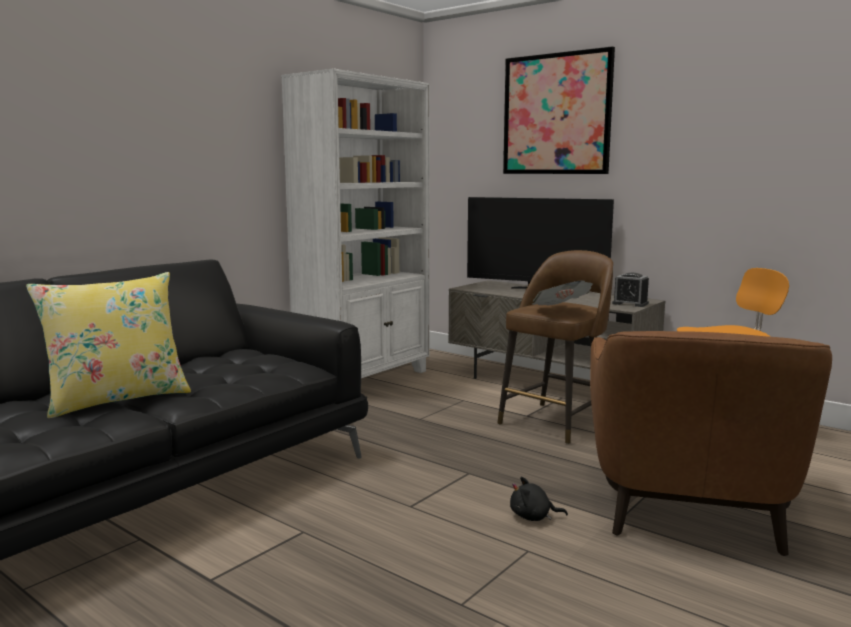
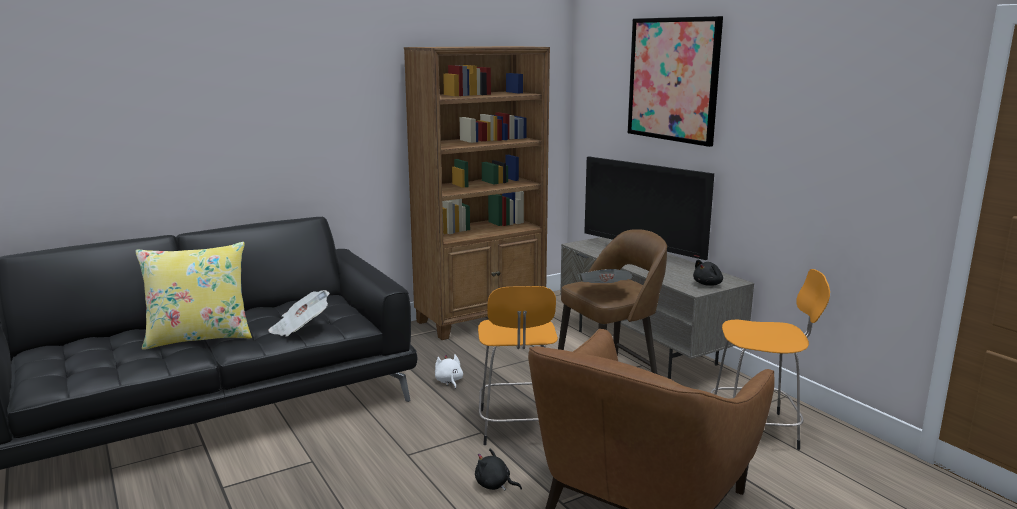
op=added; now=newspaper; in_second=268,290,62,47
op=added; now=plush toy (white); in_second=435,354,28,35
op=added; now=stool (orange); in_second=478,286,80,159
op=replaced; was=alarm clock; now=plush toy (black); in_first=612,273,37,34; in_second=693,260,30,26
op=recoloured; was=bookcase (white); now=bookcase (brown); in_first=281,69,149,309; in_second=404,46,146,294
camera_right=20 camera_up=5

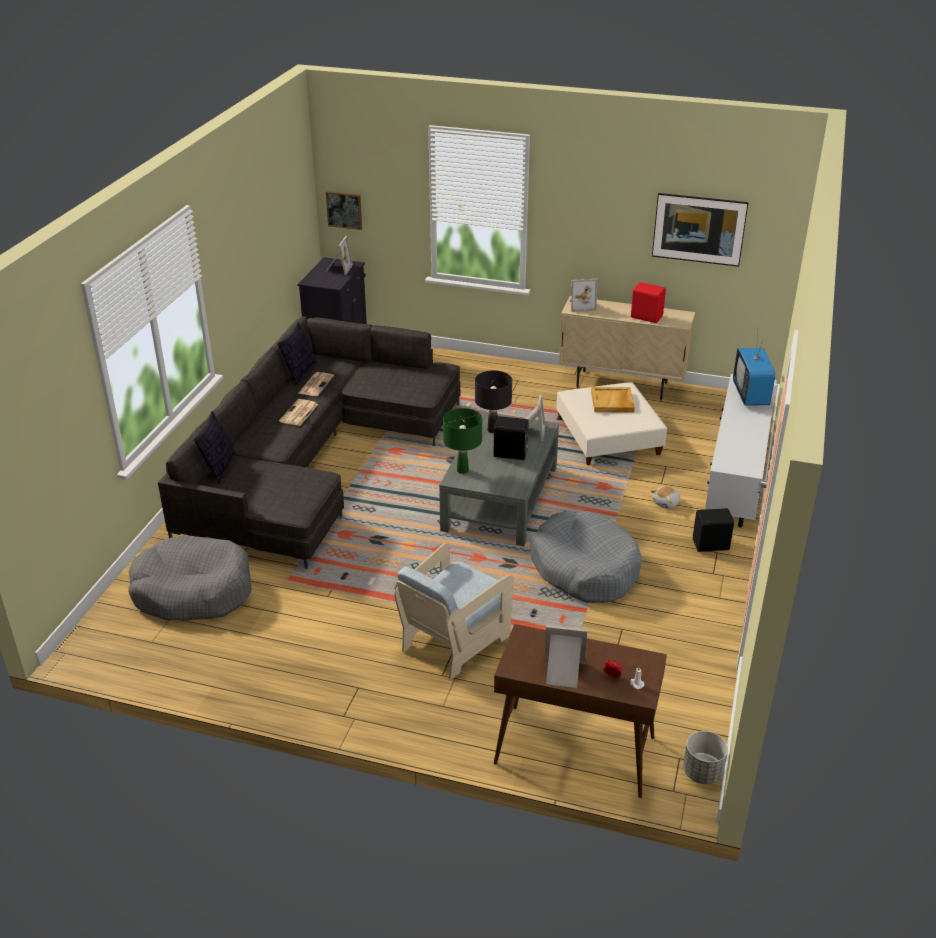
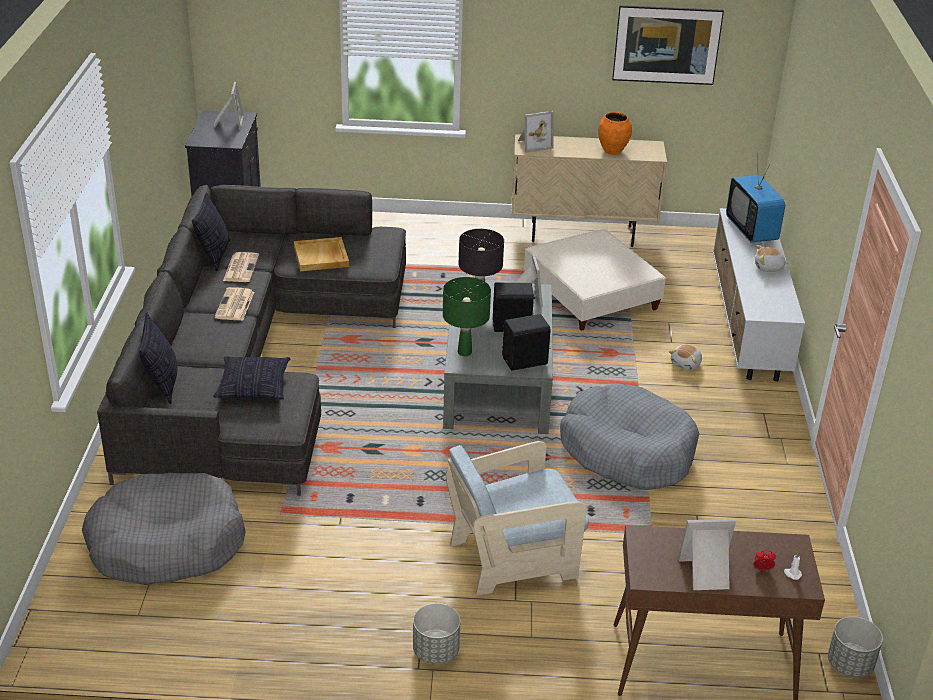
op=removed; was=picture; in_first=326,191,36,39
op=added; now=pillow; in_second=213,356,77,43
op=added; now=planter (grey); in_second=413,603,47,61
op=added; now=plush toy; in_second=755,245,34,27
op=moved; was=tray (beige); in_first=591,387,44,25; in_second=294,237,55,34
op=moved; was=speaker (black); in_first=693,508,41,44; in_second=502,314,49,57
op=replaced; was=speaker (red); now=vase (orange); in_first=631,282,35,41; in_second=598,112,34,43
op=turned; was=armchair (beige); in_first=394,543,120,137; in_second=445,441,144,155; clockwise=45
camera_right=-15 camera_up=0

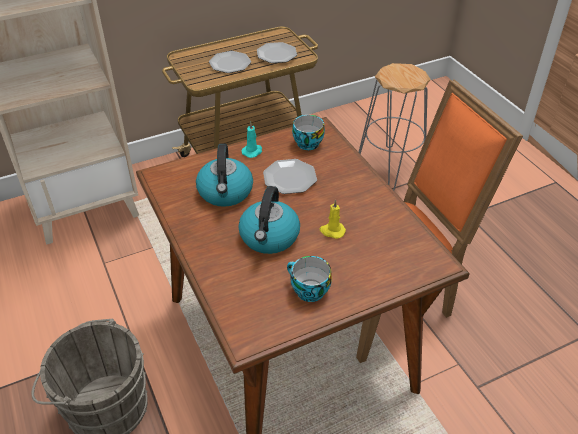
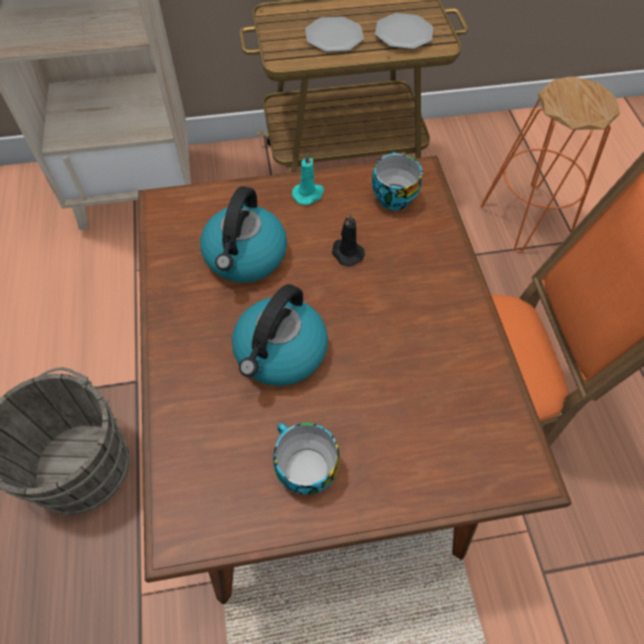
op=removed; was=candle (yellow); in_first=319,200,27,39
op=replaced; was=plate; now=candle (black); in_first=263,159,54,35; in_second=332,213,33,53
op=recoloured; was=stool (grey); now=stool (orange); in_first=359,63,72,127; in_second=481,76,139,177
camera_right=15 camera_up=15

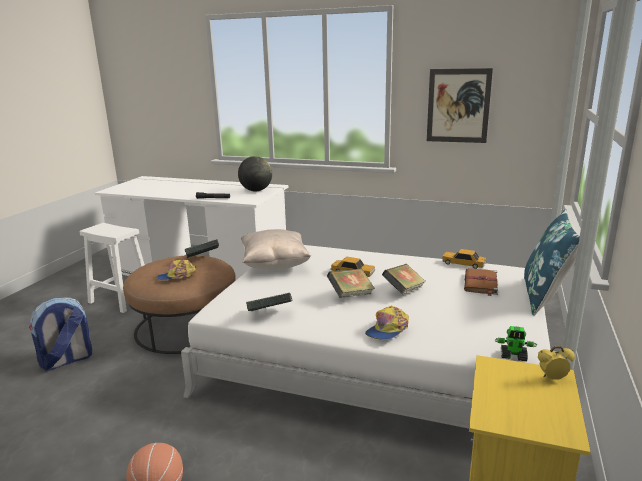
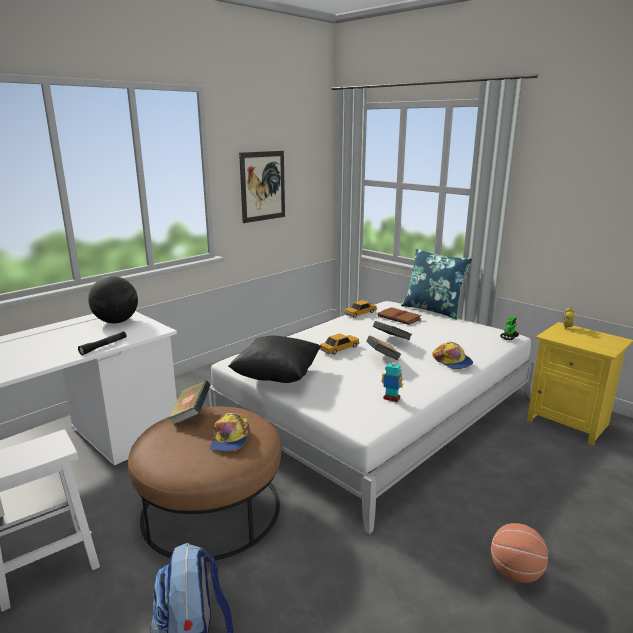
op=replaced; was=book; now=toy robot; in_first=246,293,47,18; in_second=381,360,22,42
op=recoloured; was=pillow (beige); now=pillow (black); in_first=241,229,70,41; in_second=228,336,93,47
camera_right=-65 camera_up=0

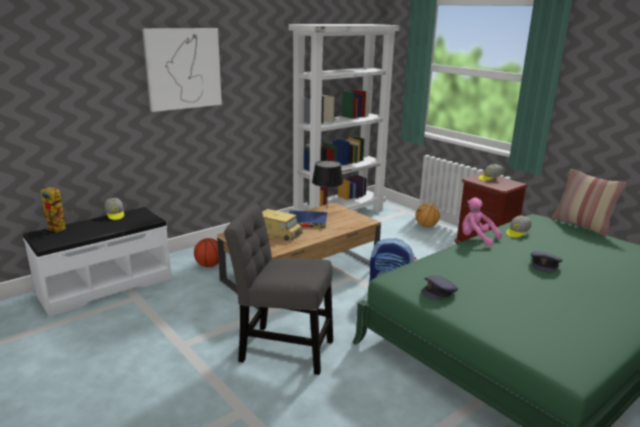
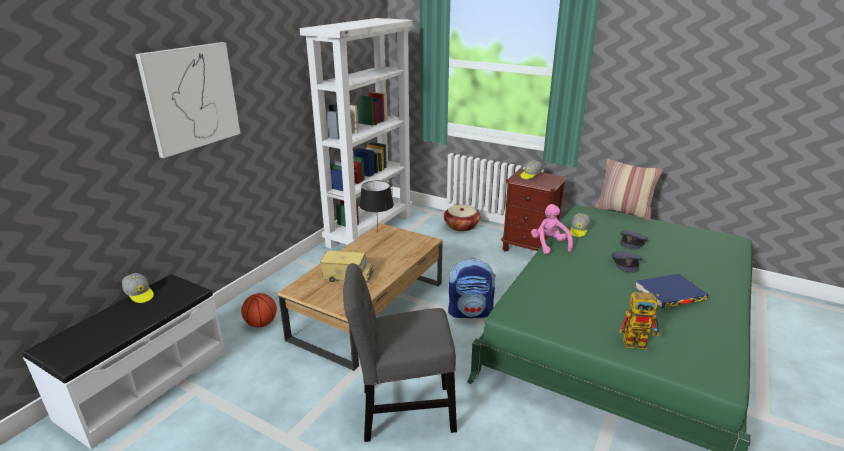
op=moved; was=toy robot; in_first=41,187,32,46; in_second=619,292,40,57
op=moved; was=book (blue); in_first=288,211,40,17; in_second=636,274,72,34
op=moved; was=cap (grey); in_first=421,275,37,25; in_second=620,230,28,20
op=replaced; was=basketball; now=basket; in_first=415,203,25,24; in_second=444,204,36,27
op=turned; was=plush toy (pink); in_first=462,198,40,49; in_second=531,204,42,50; clockwise=60
camera_right=-20 camera_up=5

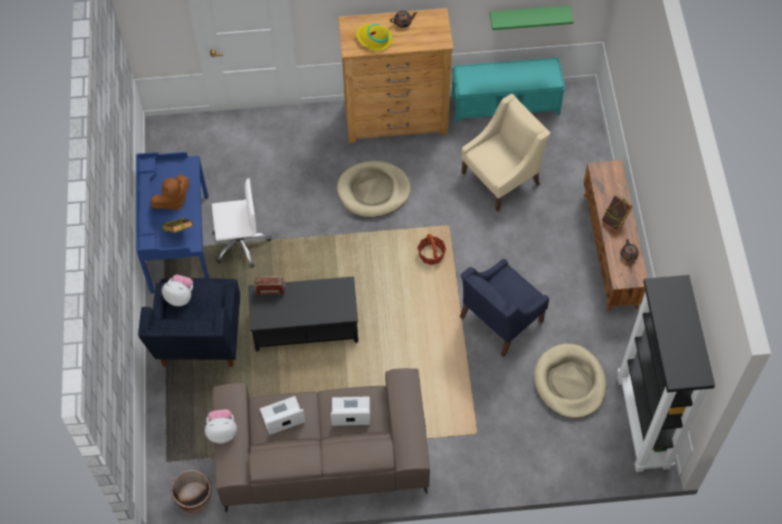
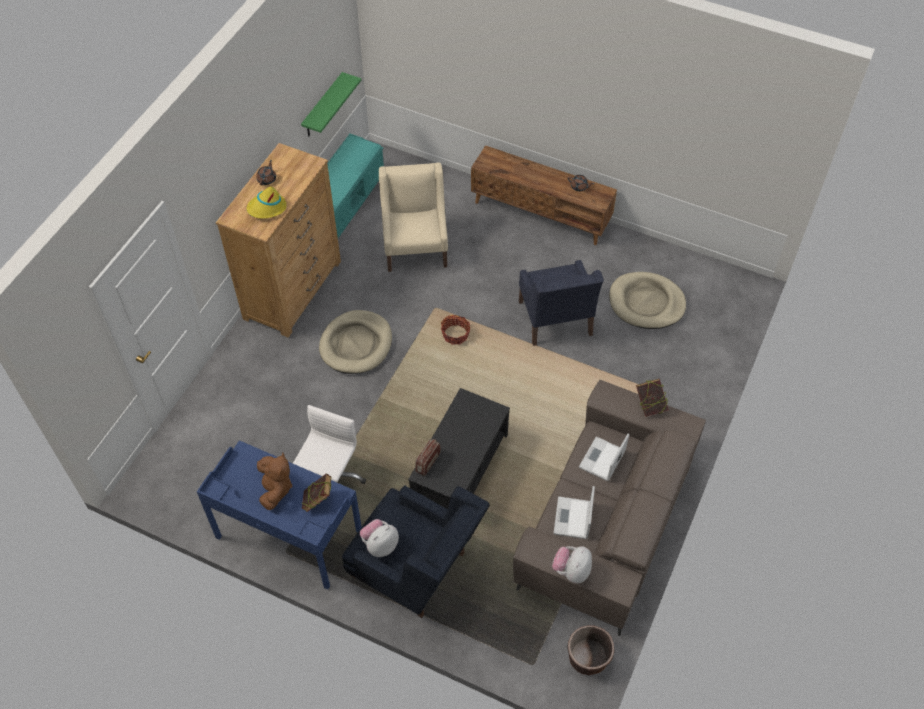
op=removed; was=bookcase (black); in_first=617,275,98,197
op=moved; was=book; in_first=601,196,32,35; in_second=636,379,33,38
camera_right=-60 camera_up=-5

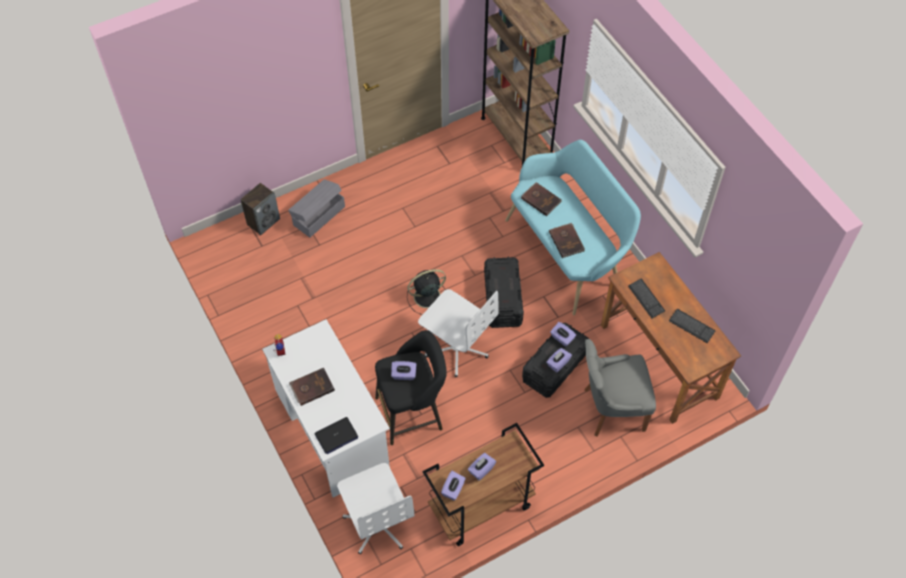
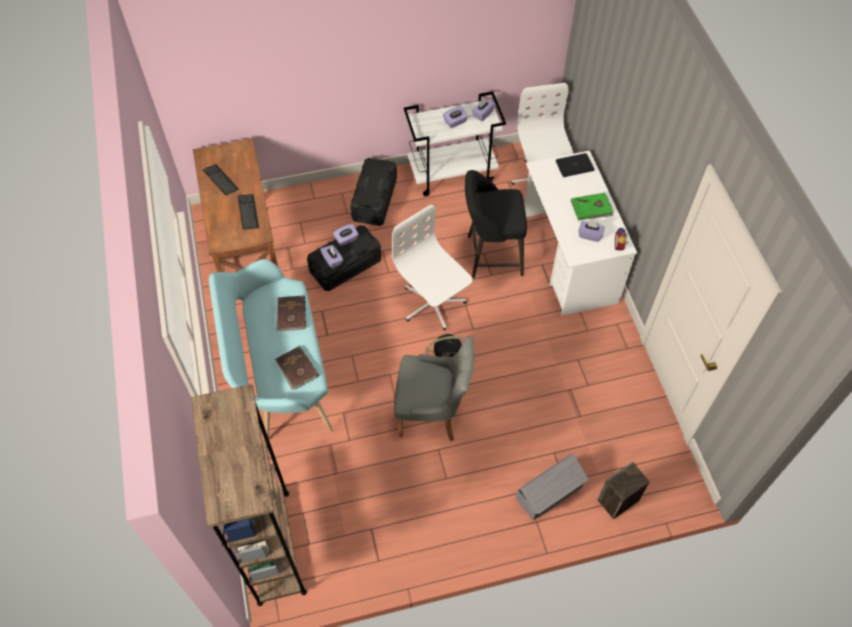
op=moved; was=tissue box (purple); in_first=391,361,26,19; in_second=578,221,27,21
op=moved; was=storage box (black); in_first=484,257,40,71; in_second=350,158,47,68
op=moved; was=chair (grey); in_first=584,339,72,98; in_second=394,336,81,105
op=recoloured; was=book (brown); now=book (green); in_first=289,368,46,38; in_second=571,193,43,28
op=recoloured; was=cart (brown); now=cart (white); in_first=423,423,121,123; in_second=404,91,102,105
camera_right=-165 camera_up=0

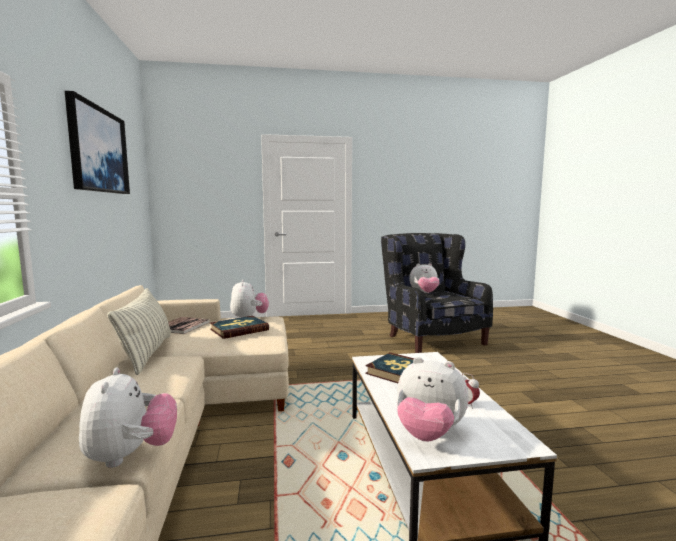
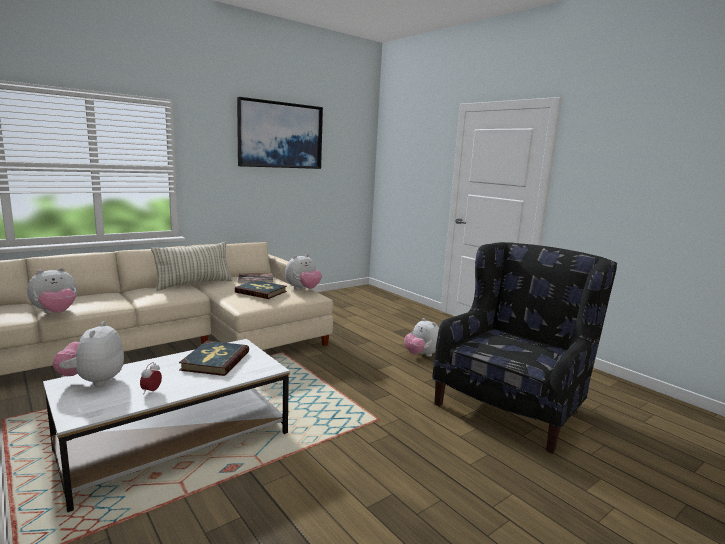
op=moved; was=plush toy; in_first=409,263,30,30; in_second=404,318,35,39
camera_right=60 camera_up=5

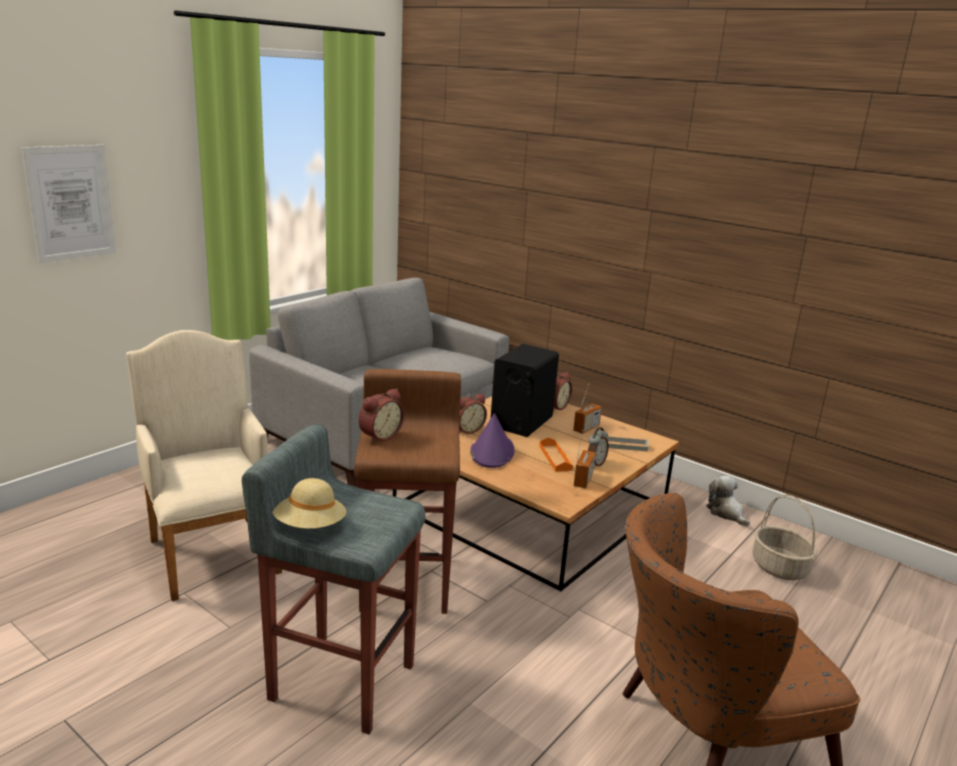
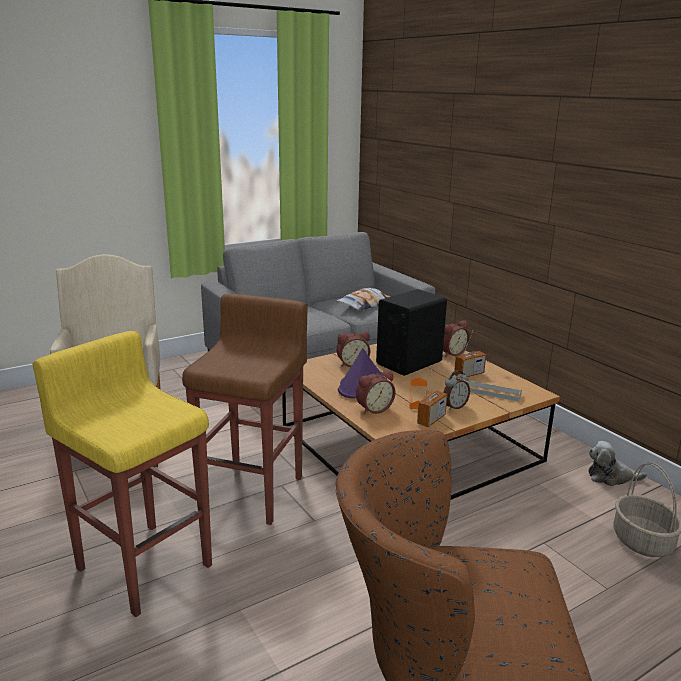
op=removed; was=picture; in_first=21,145,95,118
op=removed; was=hat (beige); in_first=272,478,75,51
op=added; now=pillow; in_second=336,288,54,23
op=moved; was=alarm clock; in_first=359,389,45,54; in_second=356,370,40,44
op=recoloured; was=stool (grey); now=stool (yellow); in_first=242,424,184,311; in_second=33,331,179,286
op=turned; was=plush toy; in_first=706,476,44,51; in_second=588,441,59,45; clockwise=-75
camera_right=20 camera_up=0

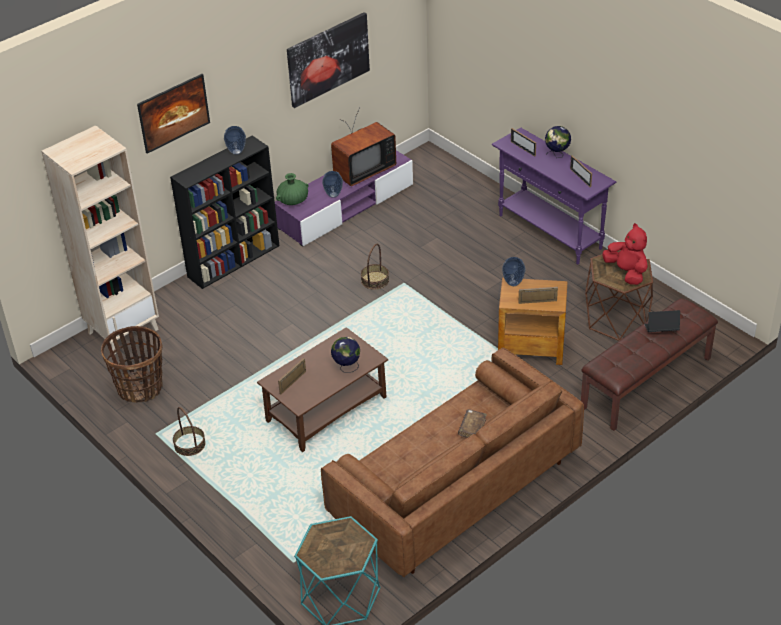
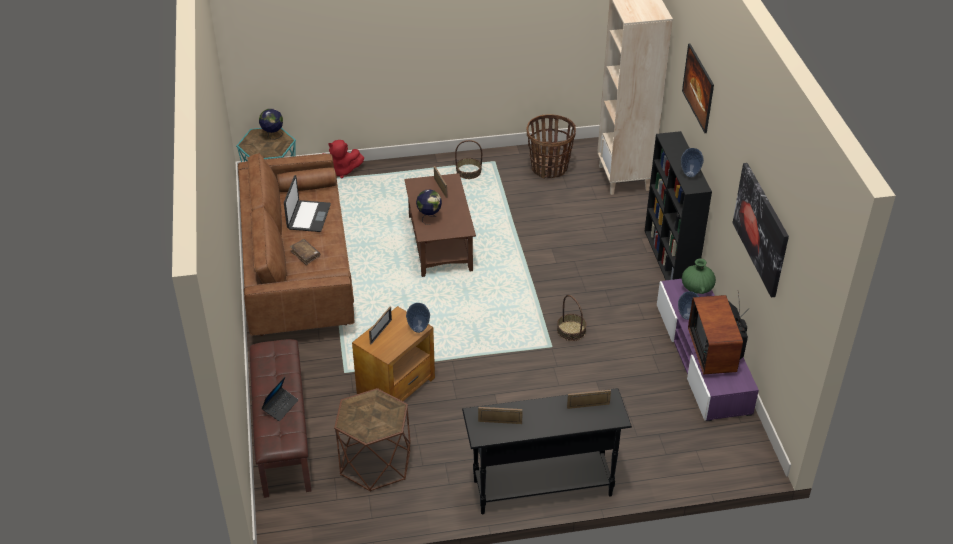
op=added; now=laptop; in_second=284,175,47,57
op=moved; was=globe; in_first=545,126,26,32; in_second=259,109,24,30
op=moved; was=plush toy (red); in_first=602,223,46,62; in_second=322,140,42,38
op=recoloured; was=console table (purple); now=console table (black); in_first=492,128,124,136; in_second=462,388,170,127
camera_right=120 camera_up=0

